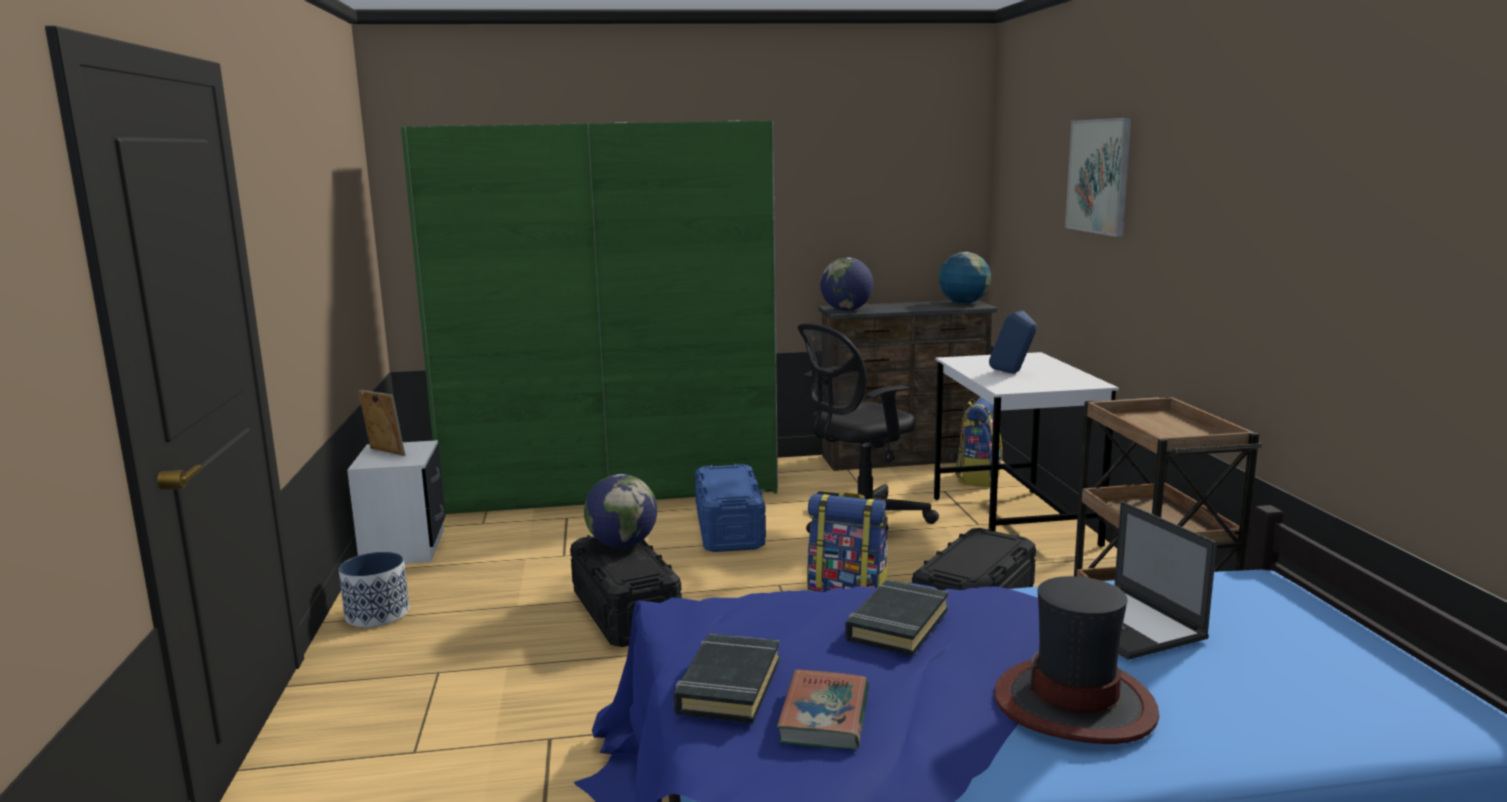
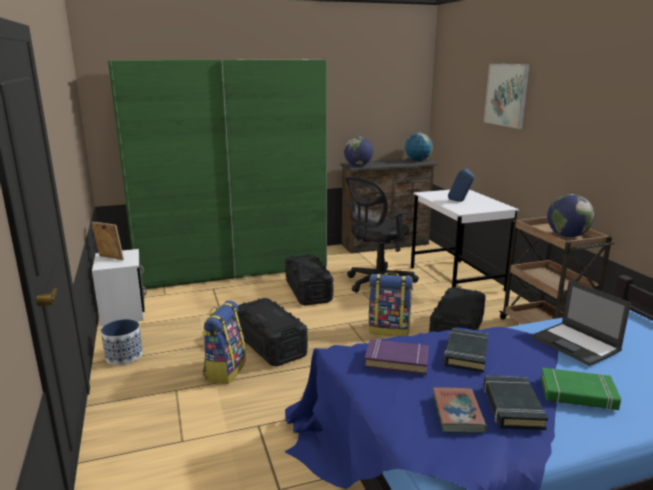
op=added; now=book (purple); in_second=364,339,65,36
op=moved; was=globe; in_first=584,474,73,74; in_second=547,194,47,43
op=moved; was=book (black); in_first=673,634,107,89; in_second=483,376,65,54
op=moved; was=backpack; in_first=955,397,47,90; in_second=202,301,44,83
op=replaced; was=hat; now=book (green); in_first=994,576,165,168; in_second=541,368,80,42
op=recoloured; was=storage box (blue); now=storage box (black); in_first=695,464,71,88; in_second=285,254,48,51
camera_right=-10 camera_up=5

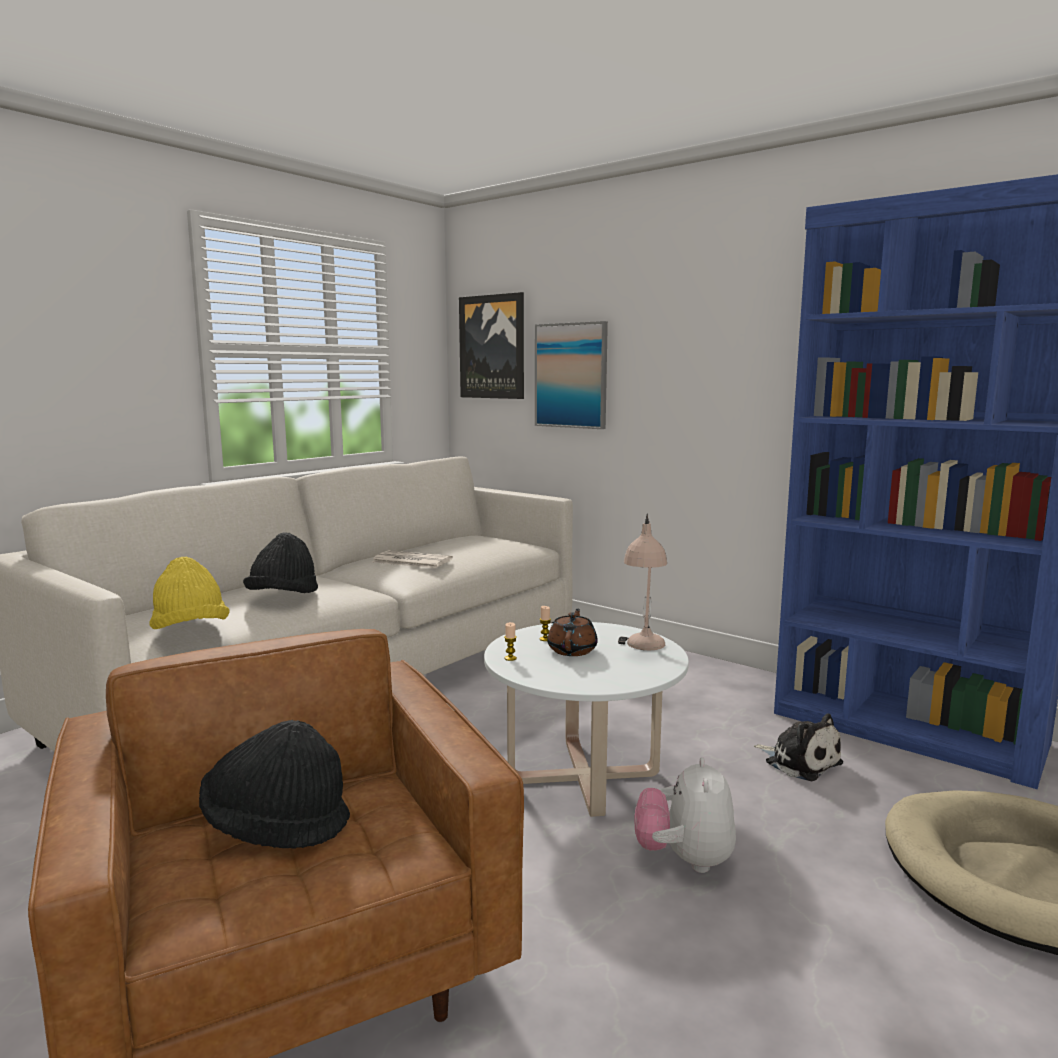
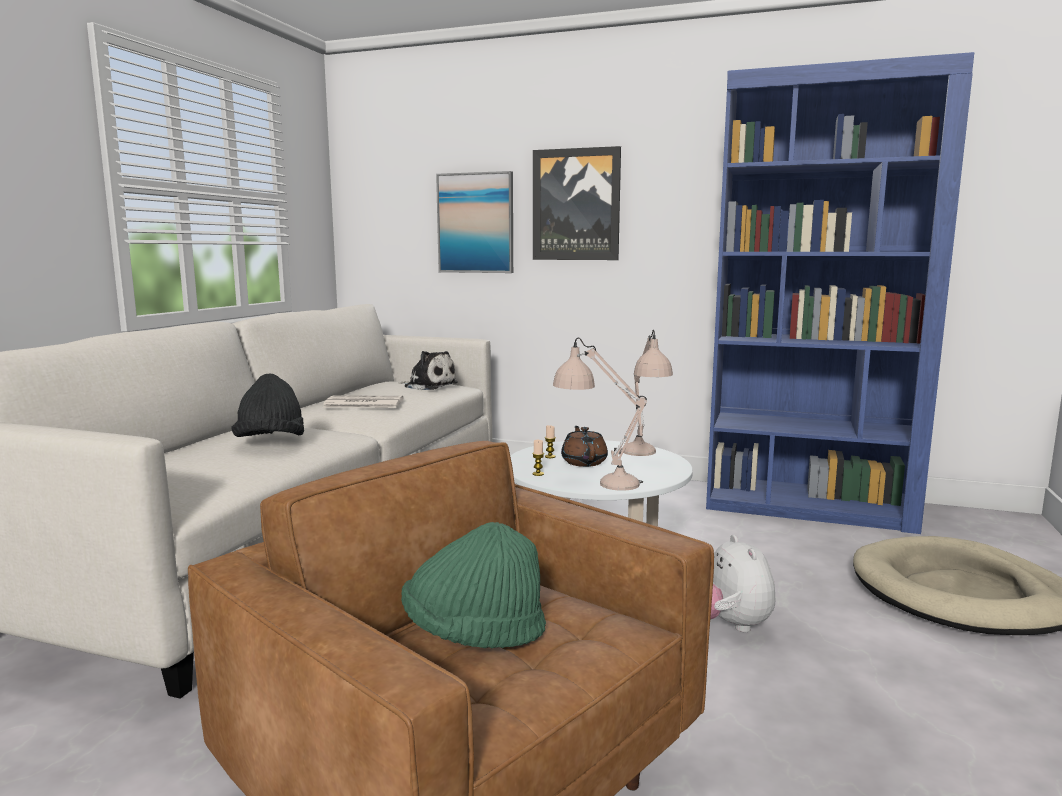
op=removed; was=hat (yellow); in_first=149,557,81,72
op=added; now=table lamp (beige); in_second=553,338,94,153
op=moved; was=picture; in_first=459,292,65,107; in_second=533,146,88,114
op=moved; was=plush toy; in_first=754,714,89,67; in_second=399,351,59,39
op=recoloured; was=hat (black); now=hat (green); in_first=199,720,151,129; in_second=401,522,145,127
camera_right=-20 camera_up=0

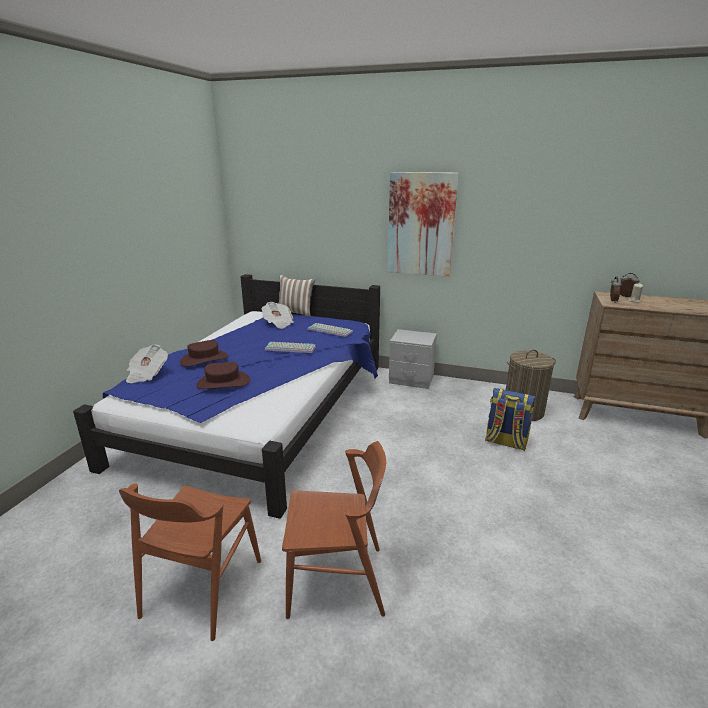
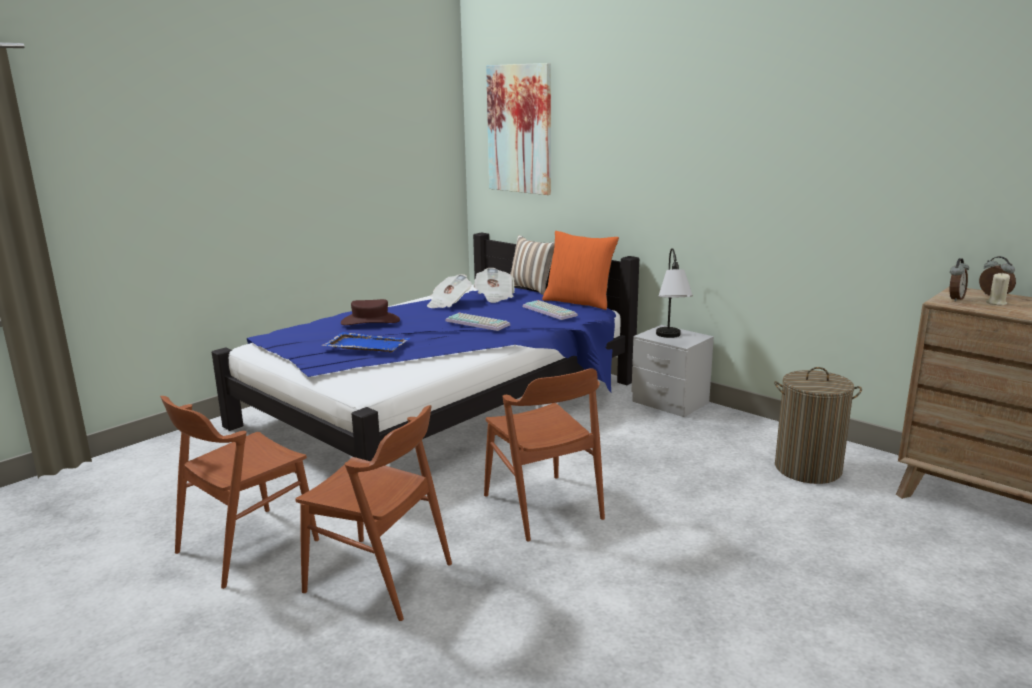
op=removed; was=backpack; in_first=485,388,51,63
op=added; now=chair (brown); in_second=484,368,121,173
op=added; now=pillow (orange); in_second=542,231,77,79
op=added; now=table lamp; in_second=656,248,37,90
op=moved; was=newspaper; in_first=126,344,42,39; in_second=427,274,45,34
op=moved; was=picture; in_first=387,172,72,105; in_second=486,63,65,132
op=replaced; was=hat (brown); now=tray (blue); in_first=196,362,54,27; in_second=322,332,88,20
camera_right=25 camera_up=-5

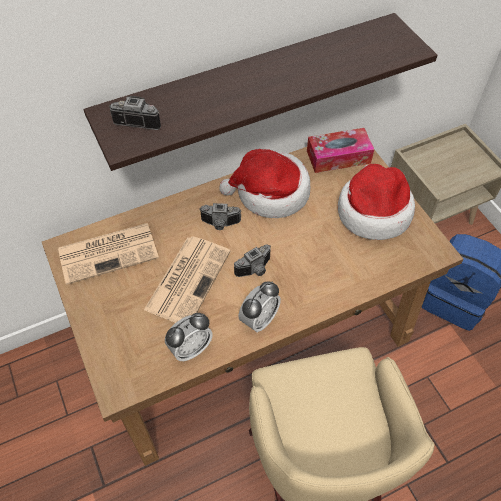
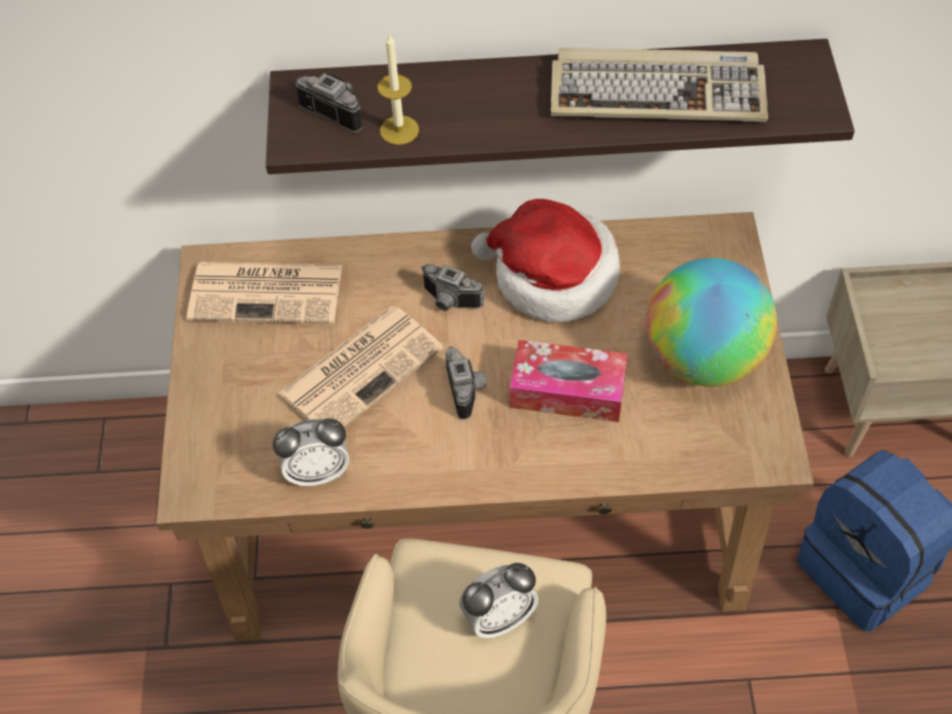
op=added; now=candle; in_second=378,34,41,111
op=added; now=keyboard; in_second=551,48,217,74
op=moved; was=alarm clock; in_first=239,281,42,52; in_second=459,563,79,75
op=moved; was=tissue box; in_first=307,128,67,45; in_second=510,340,118,82
op=replaced; was=hat; now=globe; in_first=338,164,77,76; in_second=646,258,131,129
op=turned; was=photo camera; in_first=234,244,37,33; in_second=445,347,42,73; clockwise=-90
camera_right=25 camera_up=0

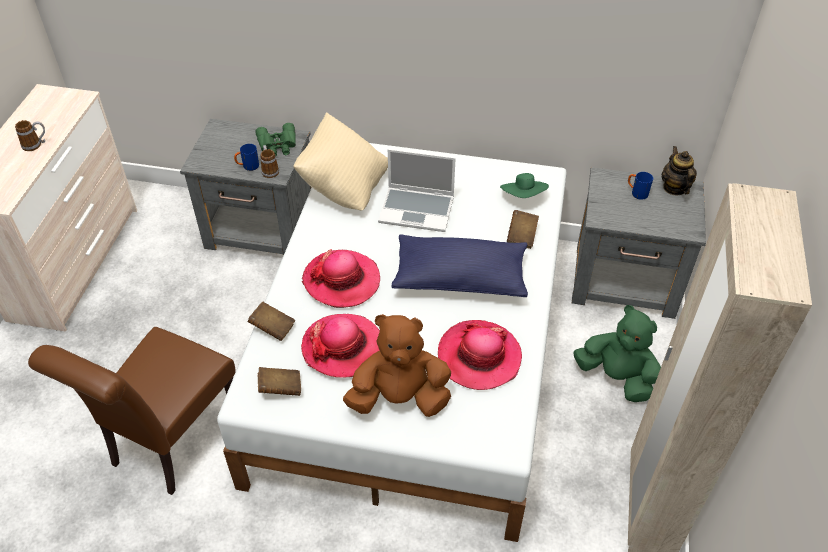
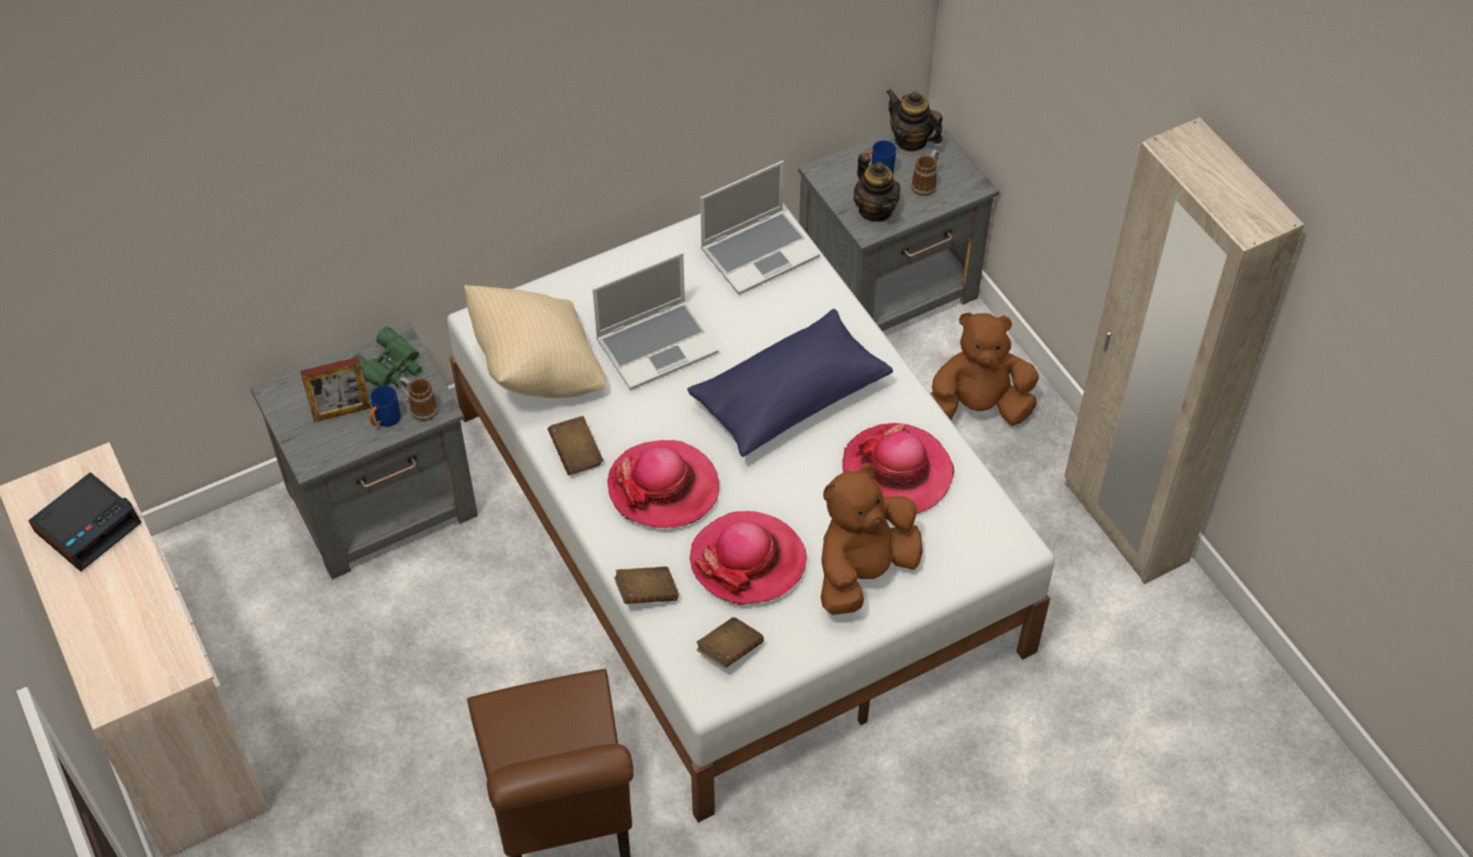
op=added; now=alarm clock; in_second=29,472,113,100
op=added; now=picture frame; in_second=300,357,71,65
op=added; now=teapot; in_second=853,153,48,69
op=moved; was=mug; in_first=15,120,30,31; in_second=911,150,28,46
op=moved; was=book (brown); in_first=507,210,32,39; in_second=547,416,56,59
op=replaced; was=hat (green); now=laptop; in_first=500,173,49,25; in_second=700,160,120,135
op=recoloured; was=plush toy (green); now=plush toy (brown); in_first=573,305,88,97; in_second=930,312,109,114
camera_right=-40 camera_up=5

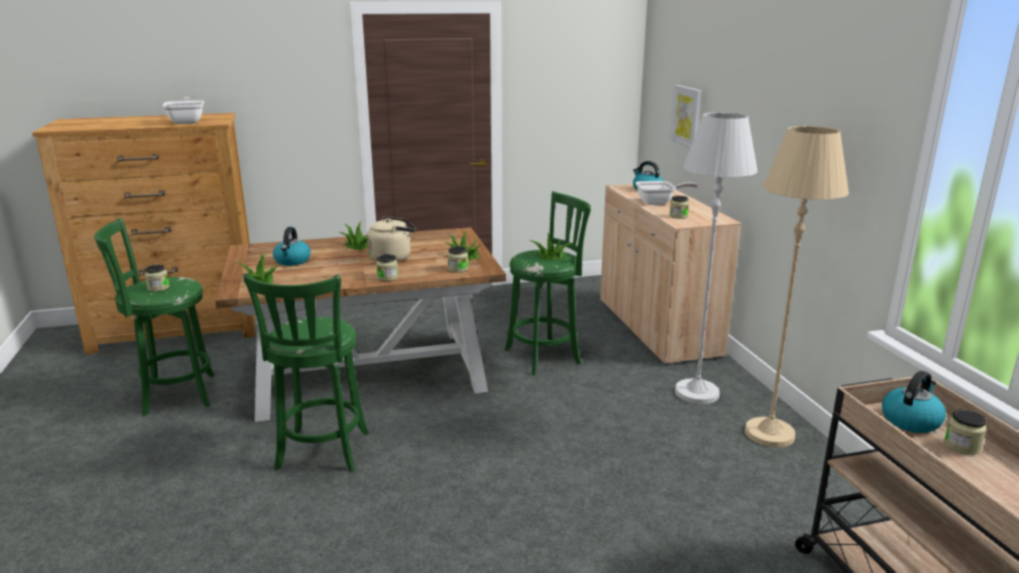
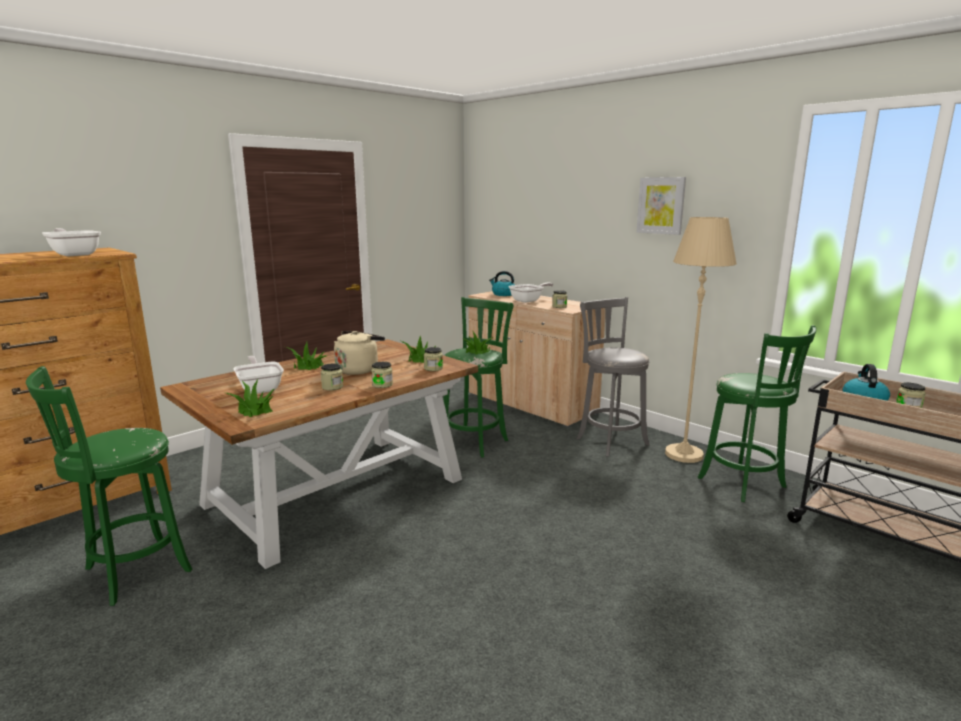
op=moved; was=jar; in_first=145,265,25,27; in_second=321,364,22,26
op=moved; was=stool (green); in_first=243,273,126,199; in_second=698,325,118,177
op=moved; was=picture; in_first=671,85,31,63; in_second=637,177,49,58
op=replaced; was=kettle; now=frying pan; in_first=273,227,38,39; in_second=233,356,51,38
op=replaced; was=floor lamp (white); now=stool (grey); in_first=675,112,83,292; in_second=577,297,72,160
camera_right=-30 camera_up=-5

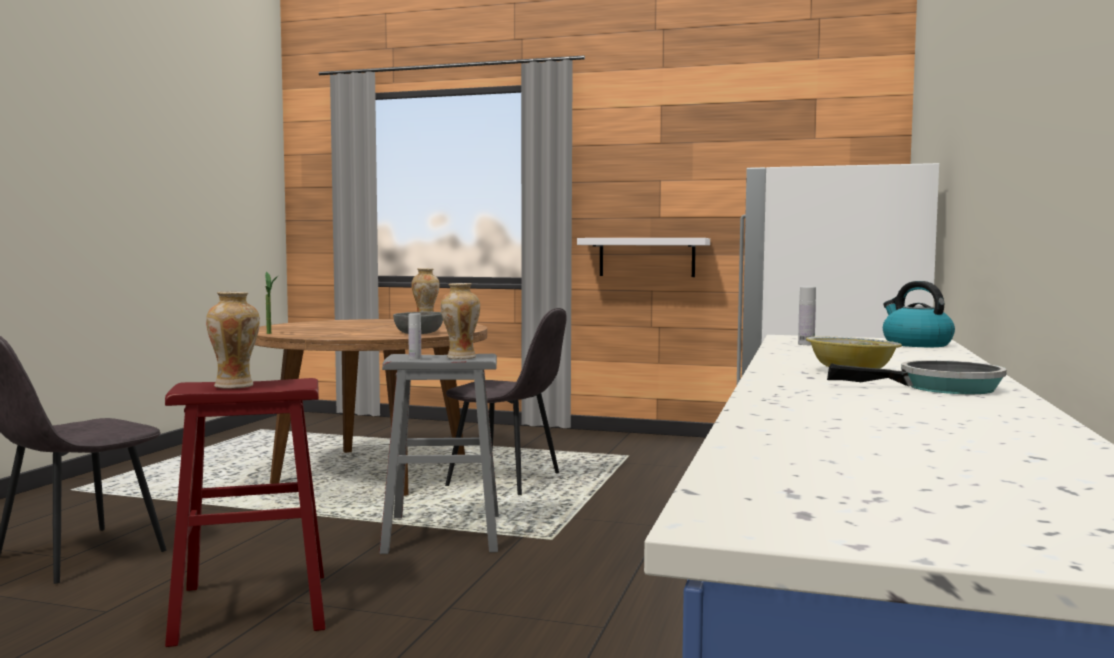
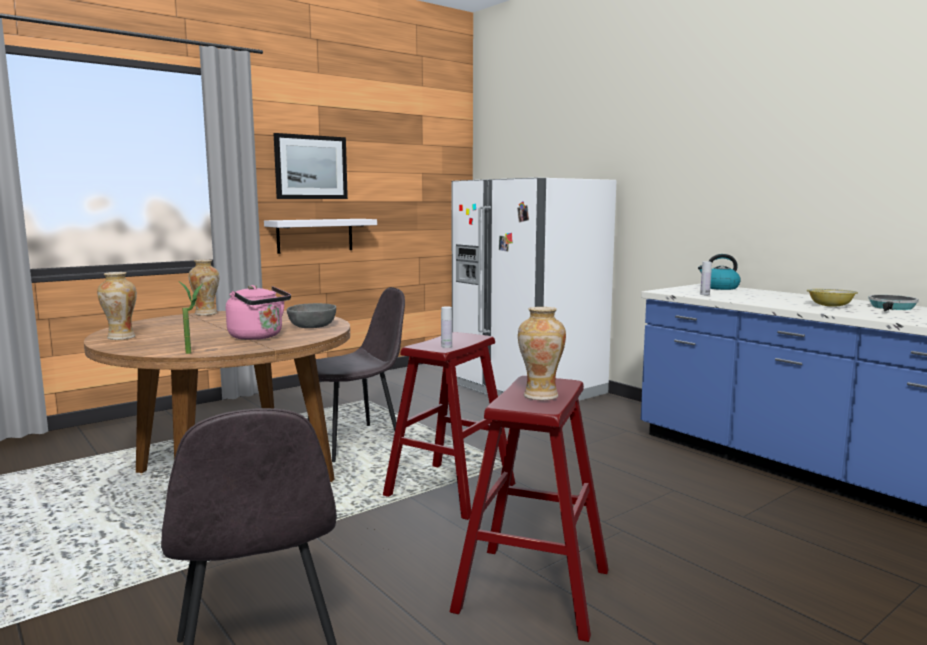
op=added; now=kettle (pink); in_second=226,285,65,55
op=added; now=picture; in_second=274,133,74,66
op=moved; was=vase; in_first=441,283,39,76; in_second=97,272,40,68
op=recoloured; was=stool (grey); now=stool (red); in_first=379,354,120,200; in_second=383,332,132,188
camera_right=-55 camera_up=5

